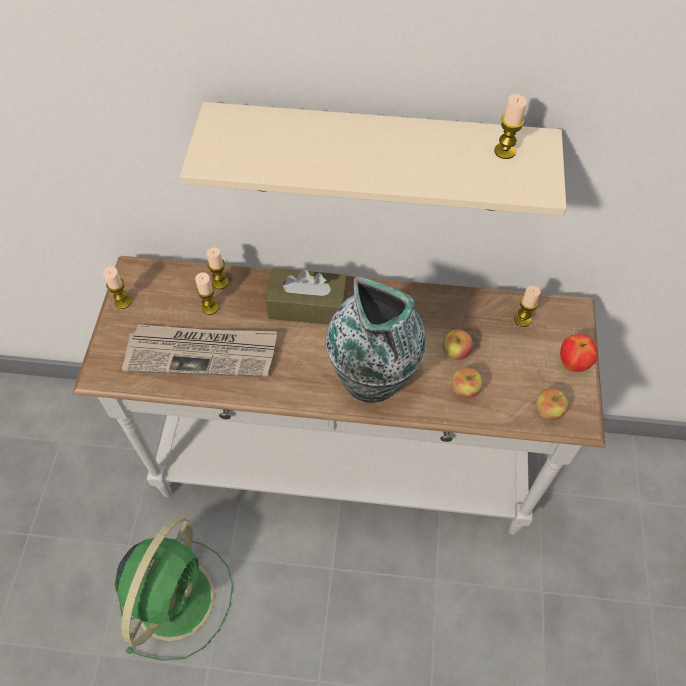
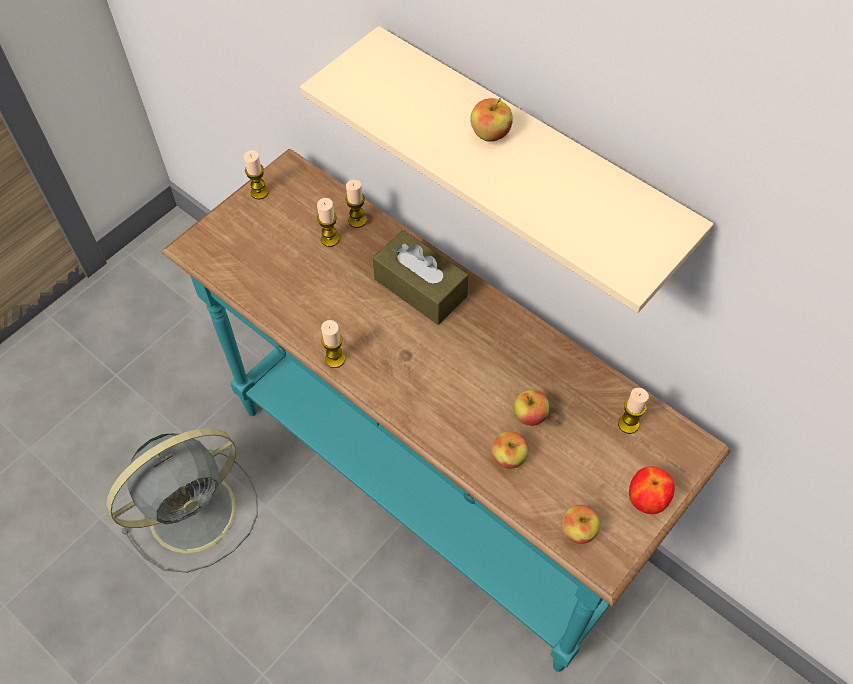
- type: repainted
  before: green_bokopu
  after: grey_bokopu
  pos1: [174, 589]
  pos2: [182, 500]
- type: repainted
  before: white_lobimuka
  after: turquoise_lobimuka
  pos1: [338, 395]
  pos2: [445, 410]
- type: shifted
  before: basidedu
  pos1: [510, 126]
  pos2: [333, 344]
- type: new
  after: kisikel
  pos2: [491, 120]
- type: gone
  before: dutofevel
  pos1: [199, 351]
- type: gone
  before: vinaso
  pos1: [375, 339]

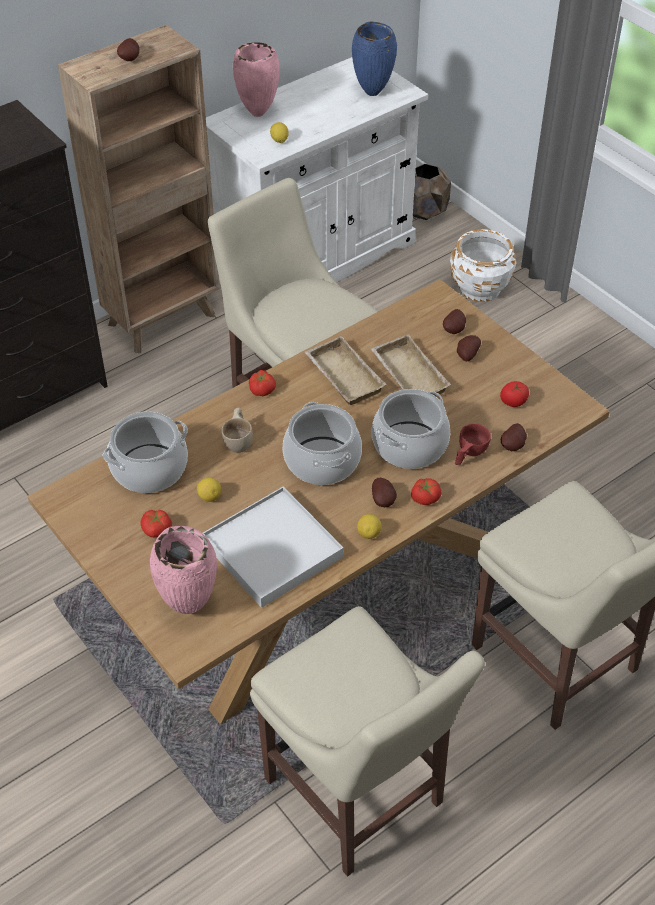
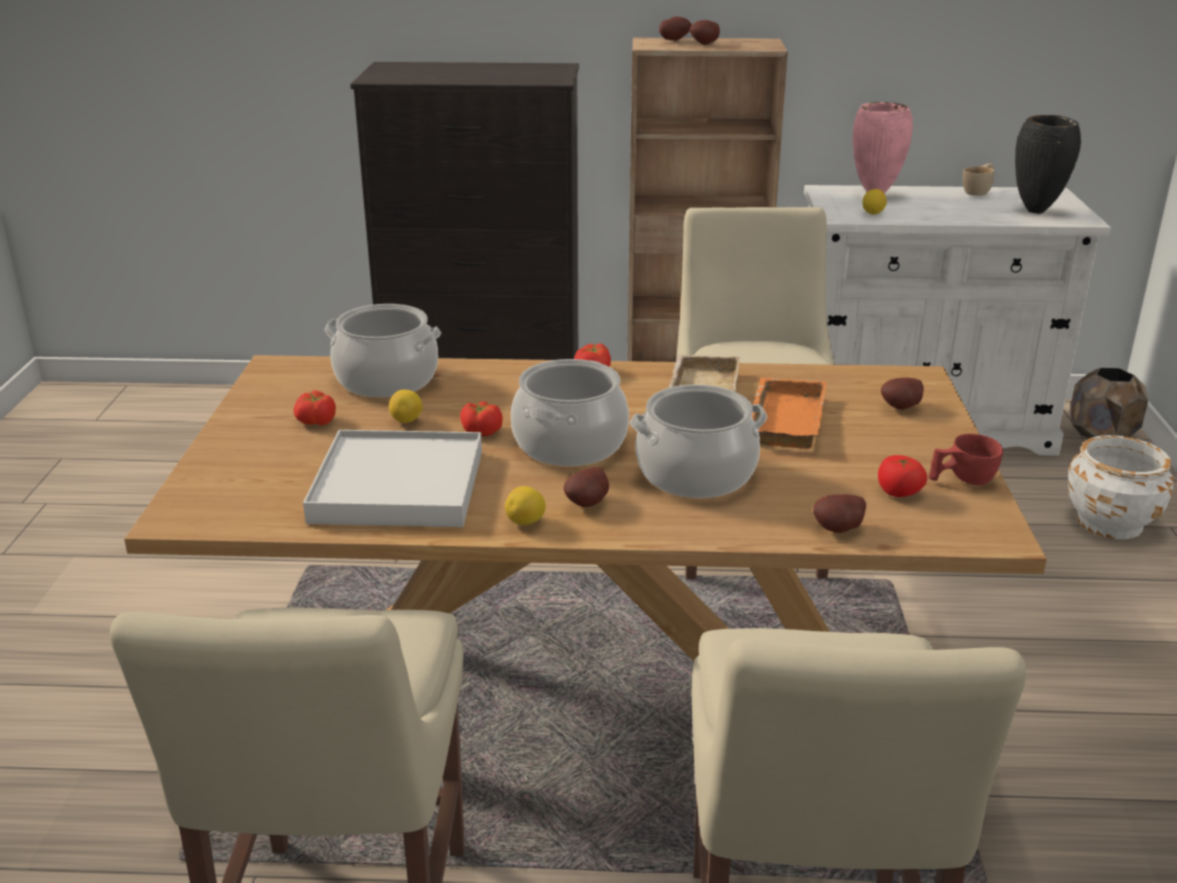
- type: shifted
  before: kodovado
  pos1: [426, 491]
  pos2: [481, 418]
- type: shifted
  before: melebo
  pos1: [469, 348]
  pos2: [675, 29]
- type: repainted
  before: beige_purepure
  after: orange_purepure
  pos1: [411, 365]
  pos2: [789, 413]
- type: shifted
  before: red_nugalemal
  pos1: [473, 444]
  pos2: [966, 459]
- type: shifted
  before: beige_nugalemal
  pos1: [237, 430]
  pos2: [978, 179]
- type: repainted
  before: blue_vinaso
  after: black_vinaso
  pos1: [374, 58]
  pos2: [1048, 164]
- type: gone
  before: pink_vinaso
  pos1: [183, 570]

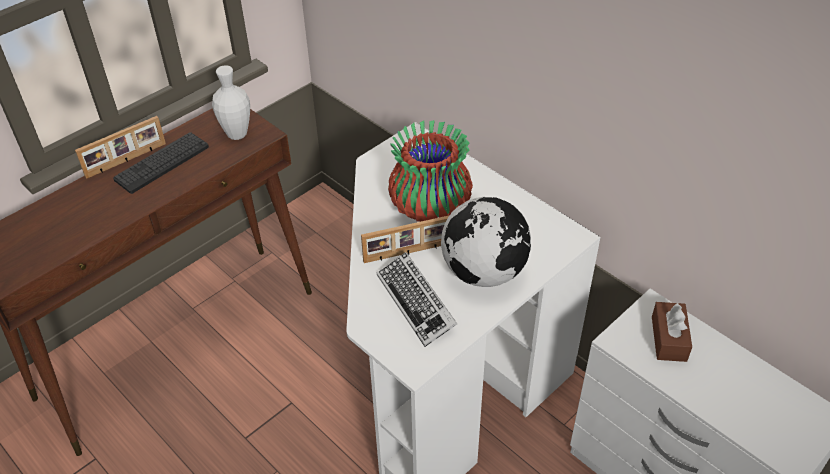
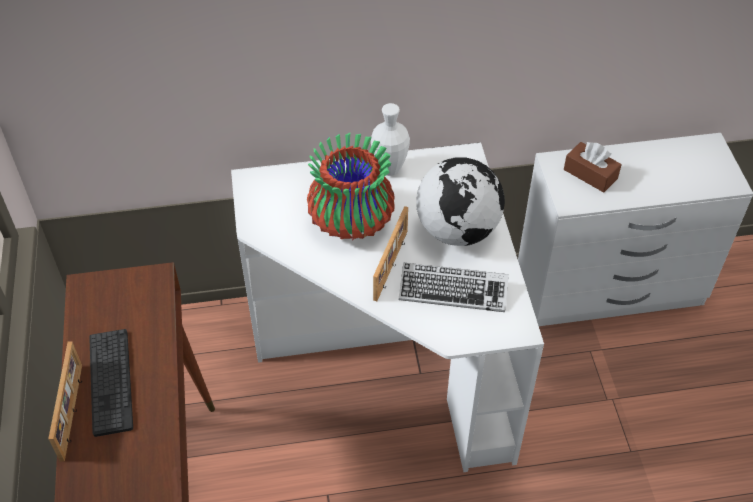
- type: shifted
  before: white_vinaso
  pos1: [231, 102]
  pos2: [390, 139]

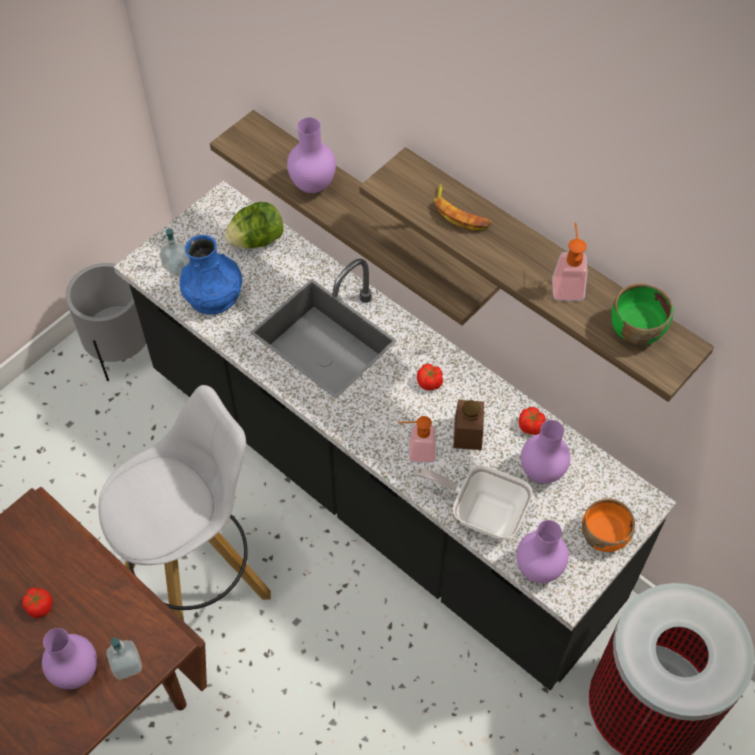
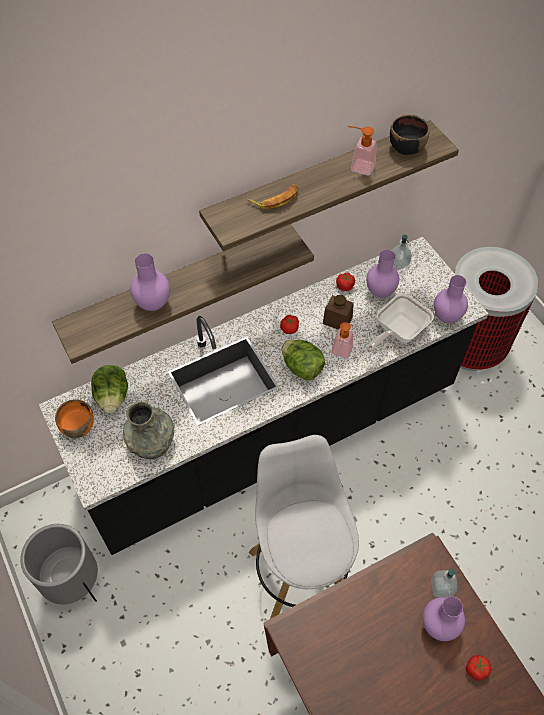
- type: shifted
  before: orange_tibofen
  pos1: [608, 525]
  pos2: [74, 419]
- type: repainted
  before: blue_vinaso
  after: grey_vinaso
  pos1: [211, 275]
  pos2: [148, 430]
- type: new
  after: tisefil
  pos2: [303, 360]
- type: repainted
  before: green_tibofen
  after: black_tibofen
  pos1: [642, 315]
  pos2: [410, 134]
- type: shifted
  before: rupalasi
  pos1: [175, 253]
  pos2: [401, 252]
- type: shifted
  before: kodovado
  pos1: [37, 602]
  pos2: [479, 668]

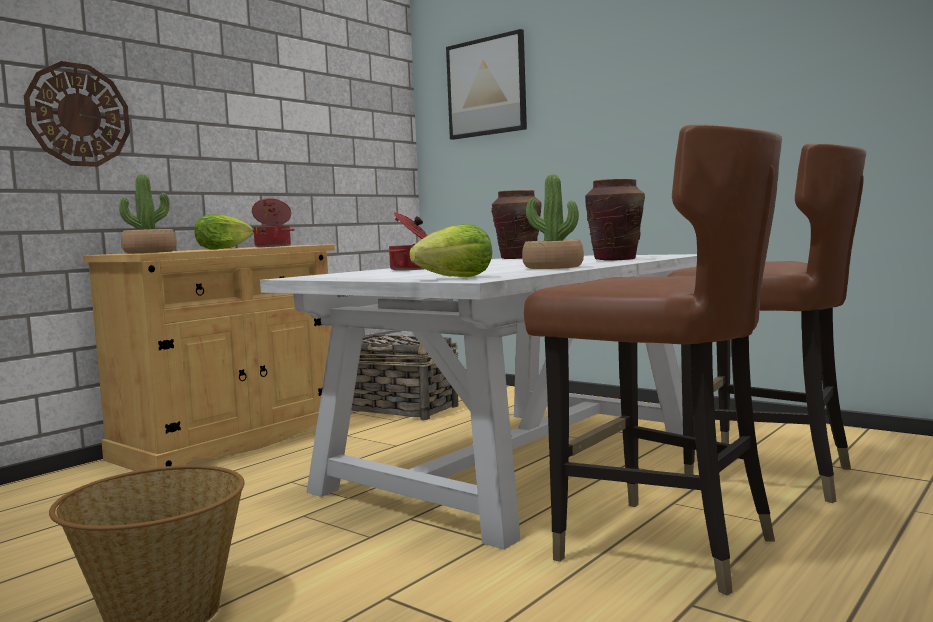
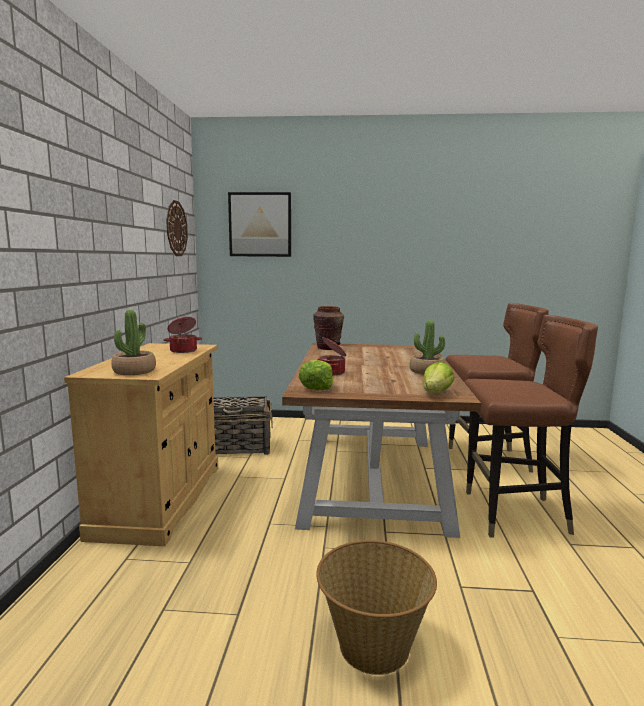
- type: shifted
  before: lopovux
  pos1: [77, 114]
  pos2: [177, 228]
- type: repainted
  before: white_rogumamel
  after: brown_rogumamel
  pos1: [478, 401]
  pos2: [381, 440]
- type: shifted
  before: tisefil
  pos1: [223, 231]
  pos2: [316, 375]
- type: gone
  before: brown_vinaso
  pos1: [615, 219]

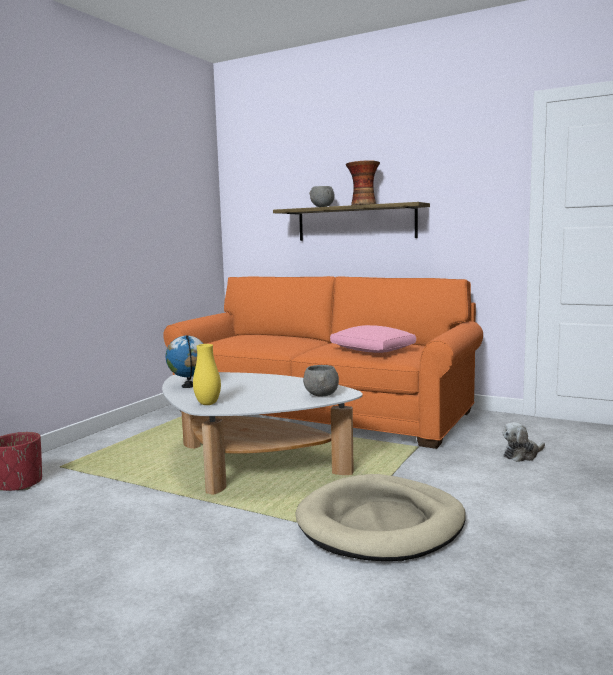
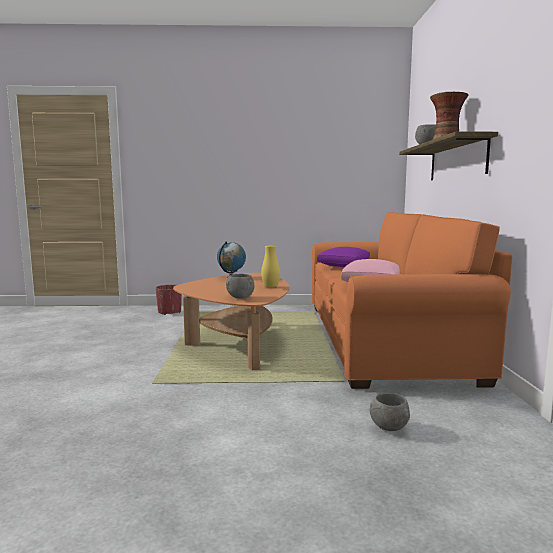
- type: repainted
  before: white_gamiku
  after: orange_gamiku
  pos1: [262, 433]
  pos2: [231, 321]
- type: shifted
  before: yellow_vinaso
  pos1: [207, 374]
  pos2: [270, 267]
- type: new
  after: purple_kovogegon
  pos2: [343, 257]
- type: swapped
  before: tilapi
  after: grey_tibofen
  pos1: [524, 442]
  pos2: [389, 412]
- type: gone
  before: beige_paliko
  pos1: [380, 517]

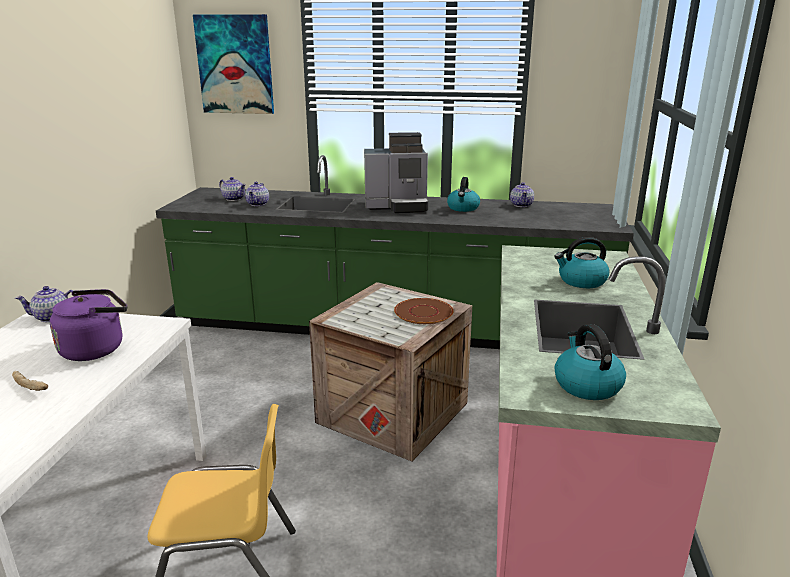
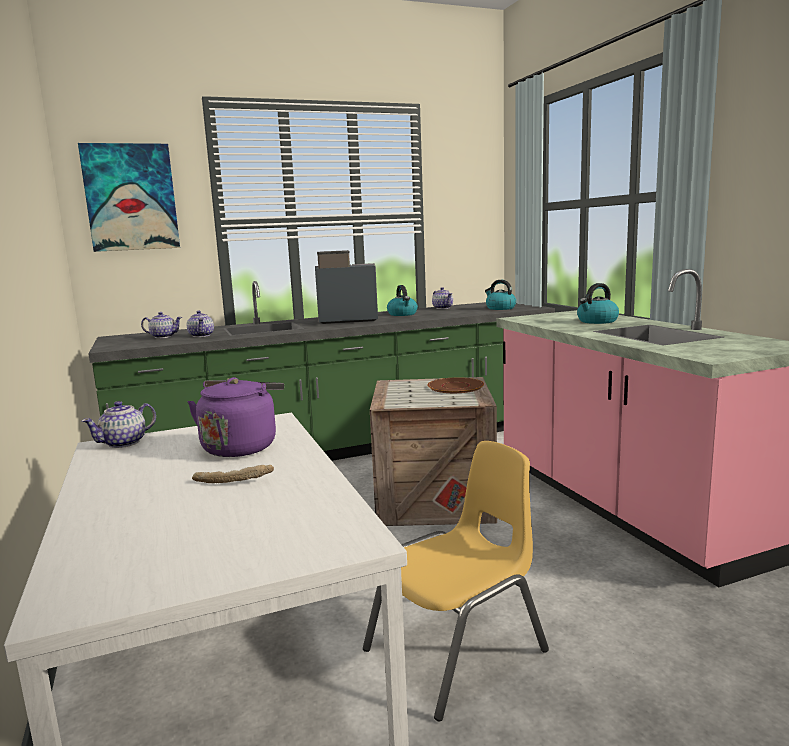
- type: rotated
  before: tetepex
  pos1: [396, 172]
  pos2: [346, 287]
  turn: -150
- type: shifted
  before: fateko
  pos1: [590, 362]
  pos2: [500, 295]

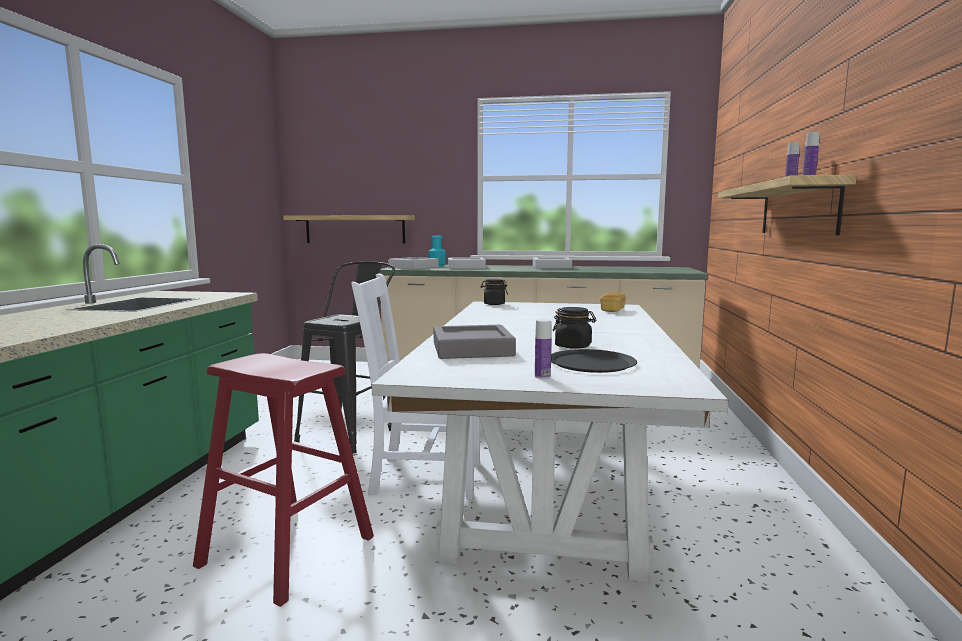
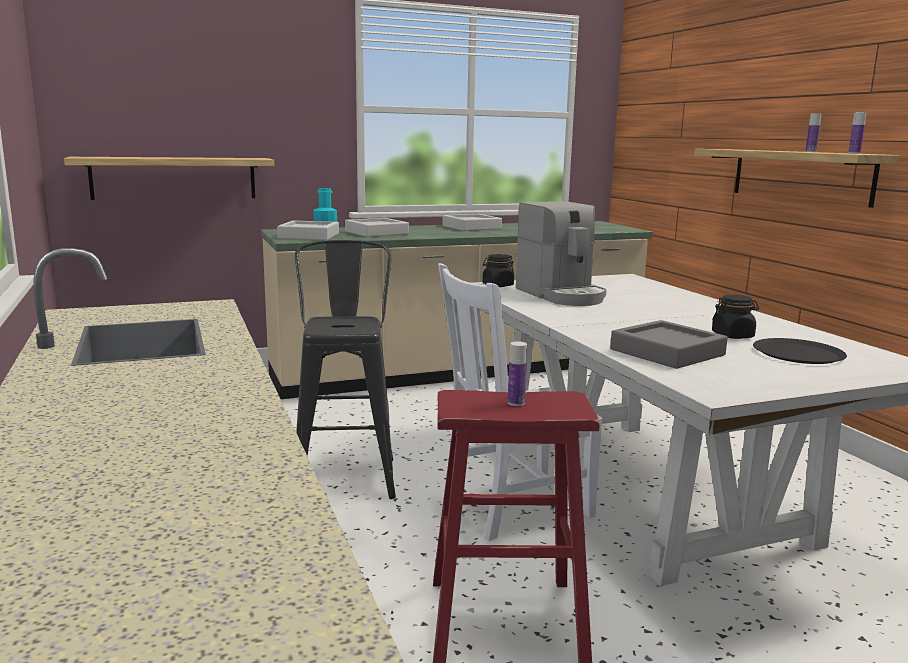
- type: shifted
  before: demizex
  pos1: [543, 349]
  pos2: [517, 373]
- type: new
  after: tetepex
  pos2: [561, 253]
- type: gone
  before: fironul
  pos1: [613, 302]

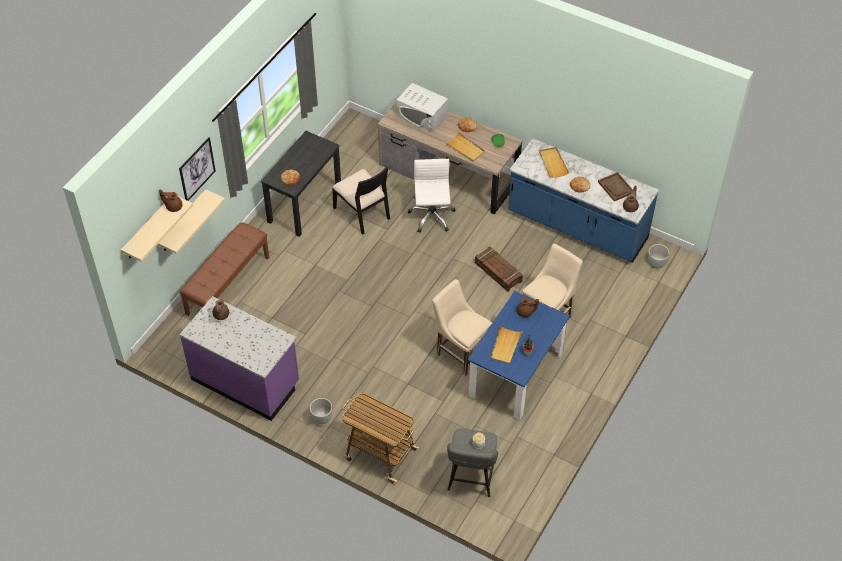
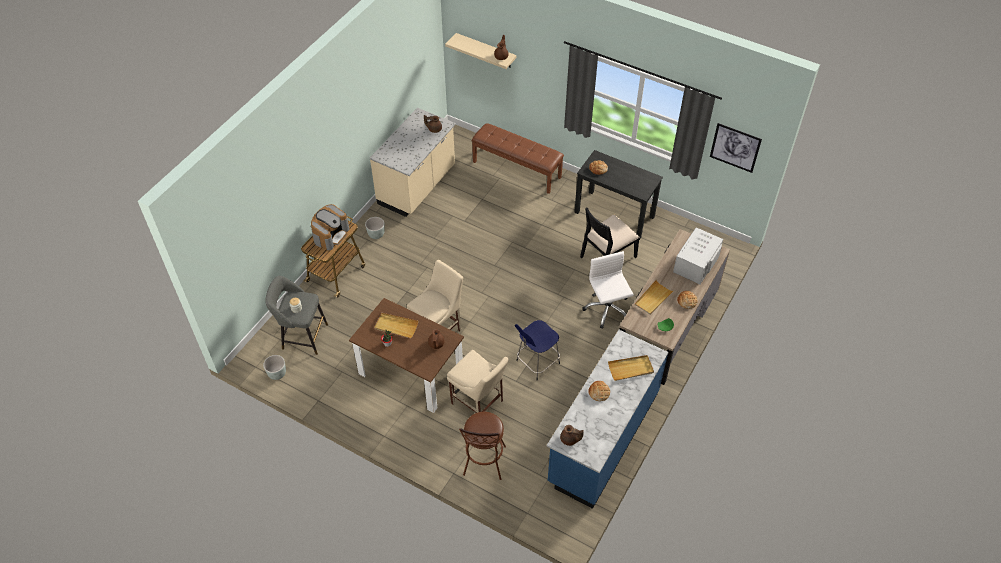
- type: shifted
  before: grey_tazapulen
  pos1: [658, 256]
  pos2: [274, 367]
- type: new
  after: tetepex
  pos2: [330, 227]
- type: repainted
  before: blue_rogumamel
  after: brown_rogumamel
  pos1: [519, 355]
  pos2: [406, 355]
- type: repainted
  before: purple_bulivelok
  after: beige_bulivelok
  pos1: [239, 358]
  pos2: [413, 162]
- type: new
  after: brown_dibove
  pos2: [482, 446]
- type: swapped
  before: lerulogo
  after: blue_dibove
  pos1: [499, 269]
  pos2: [537, 350]
- type: rotated
  before: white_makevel
  pos1: [432, 196]
  pos2: [608, 290]
  turn: -105
- type: shifted
  before: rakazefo
  pos1: [197, 169]
  pos2: [736, 148]
- type: gone
  before: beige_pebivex
  pos1: [191, 221]
- type: gone
  before: brown_purepure
  pos1: [615, 186]

